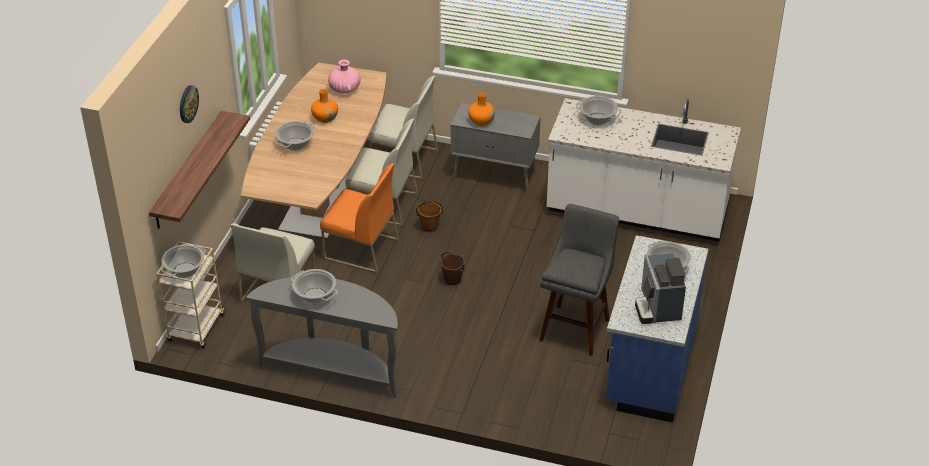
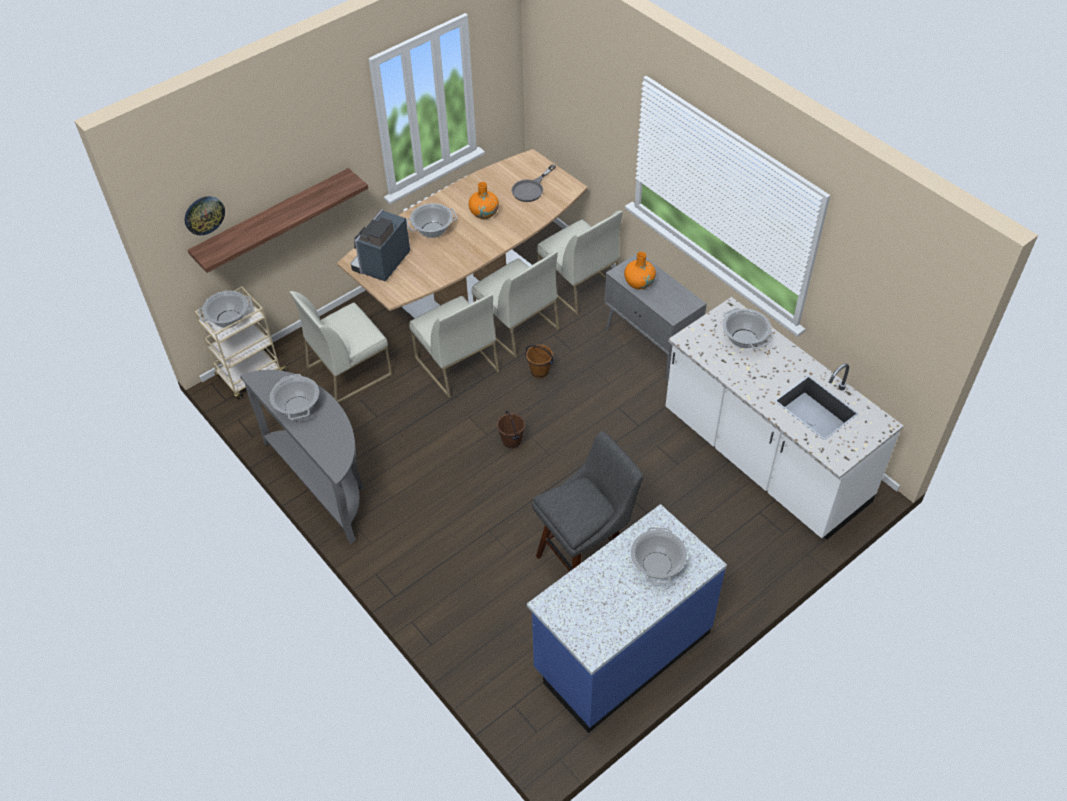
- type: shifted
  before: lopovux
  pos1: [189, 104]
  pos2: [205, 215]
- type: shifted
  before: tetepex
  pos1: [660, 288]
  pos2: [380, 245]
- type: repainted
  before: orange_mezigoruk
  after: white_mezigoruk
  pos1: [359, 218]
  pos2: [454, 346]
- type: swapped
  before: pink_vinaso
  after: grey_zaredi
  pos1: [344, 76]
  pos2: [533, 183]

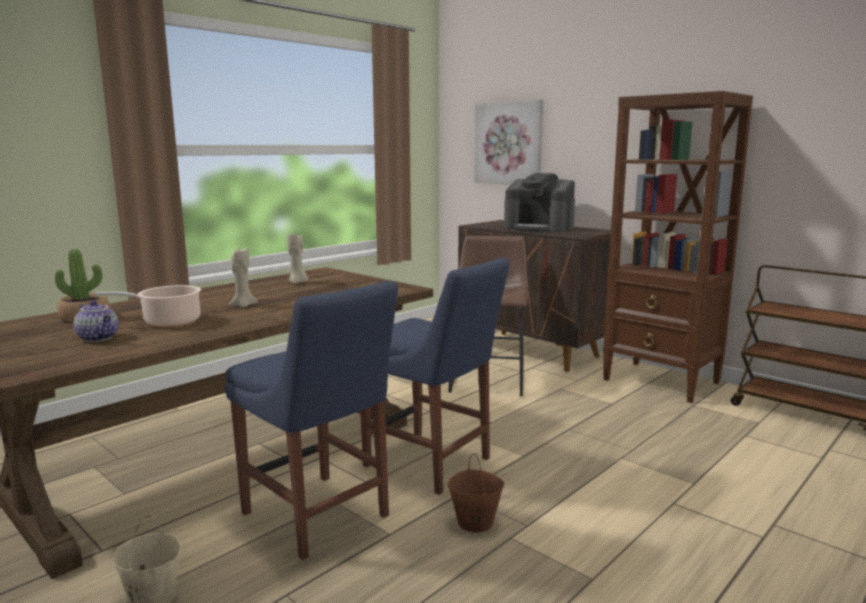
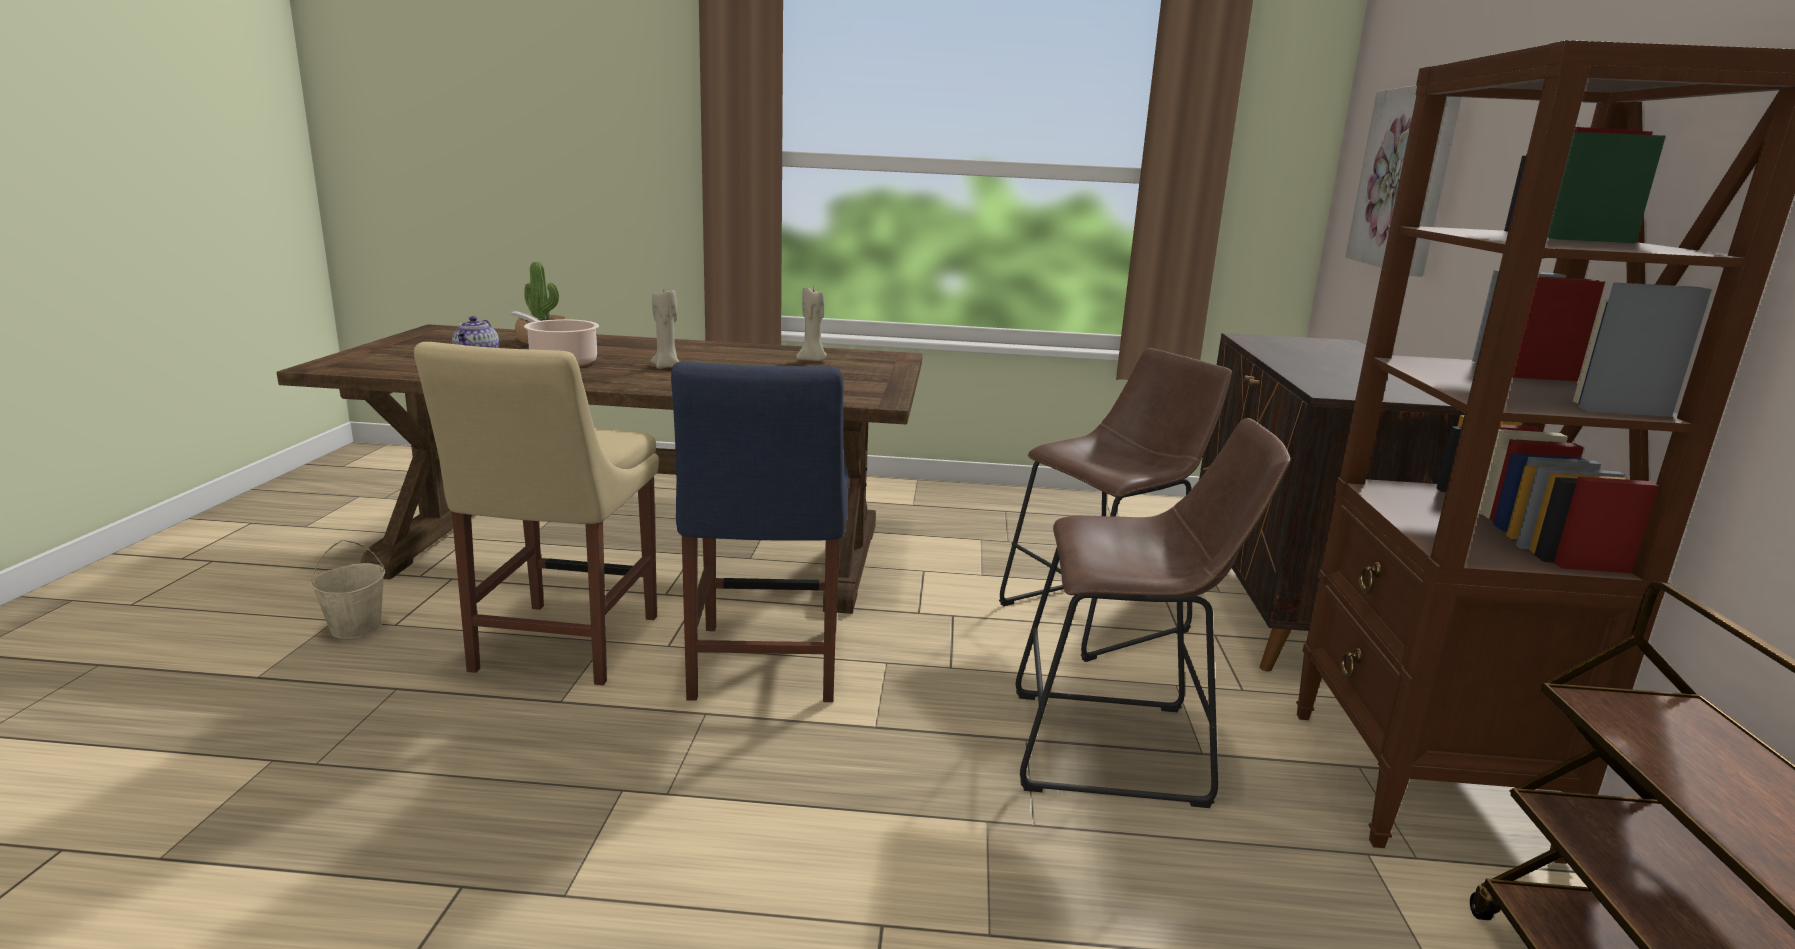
- type: repainted
  before: blue_mezigoruk
  after: beige_mezigoruk
  pos1: [311, 420]
  pos2: [536, 513]
- type: new
  after: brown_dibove
  pos2: [1153, 613]
- type: gone
  before: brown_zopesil
  pos1: [475, 493]
- type: gone
  before: tetepex
  pos1: [539, 202]

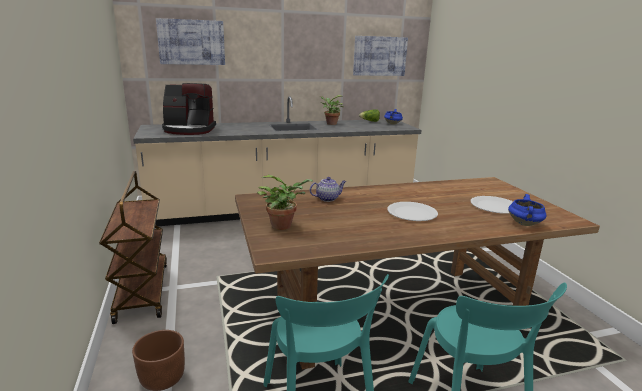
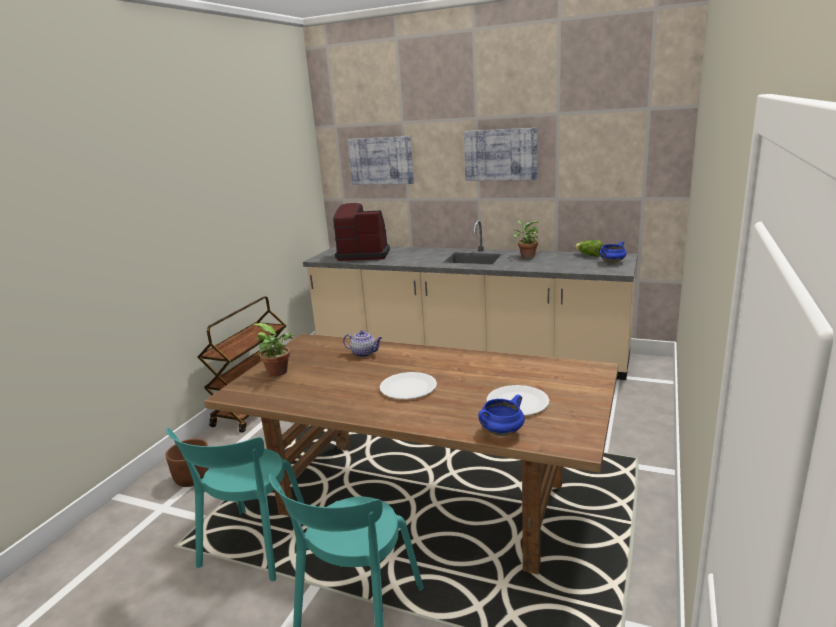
- type: rotated
  before: tetepex
  pos1: [189, 109]
  pos2: [361, 232]
  turn: 150
- type: shifted
  before: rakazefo
  pos1: [380, 56]
  pos2: [500, 154]

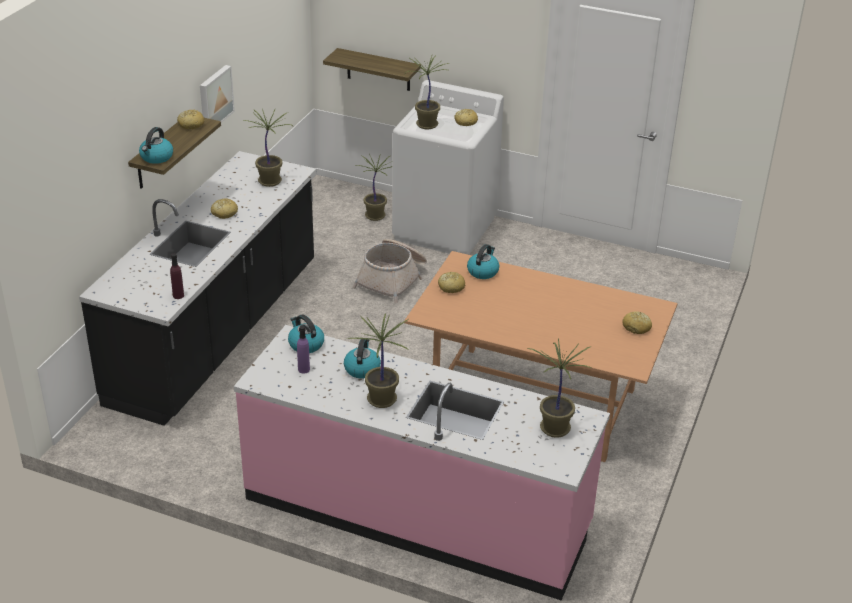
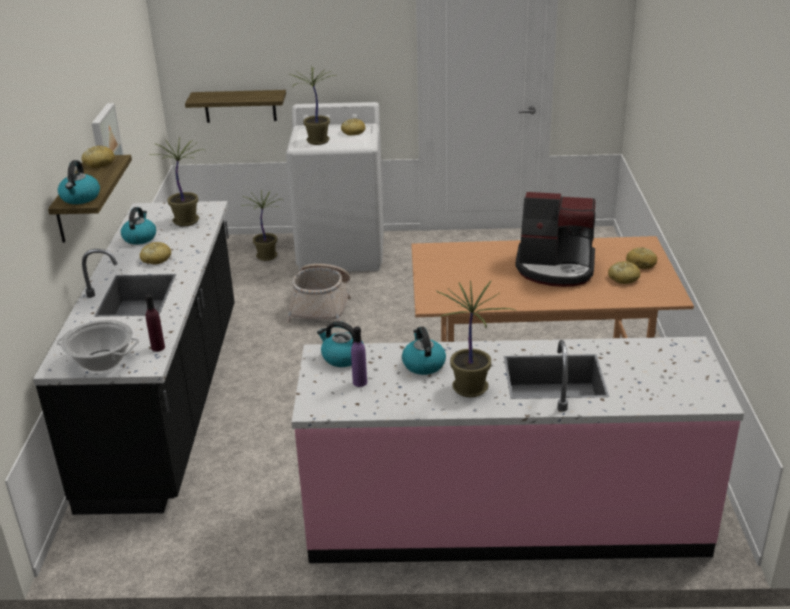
- type: new
  after: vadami
  pos2: [98, 345]
- type: shifted
  before: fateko
  pos1: [483, 261]
  pos2: [138, 226]
- type: new
  after: tetepex
  pos2: [556, 239]
- type: shifted
  before: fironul
  pos1: [451, 282]
  pos2: [624, 272]
- type: gone
  before: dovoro
  pos1: [559, 387]

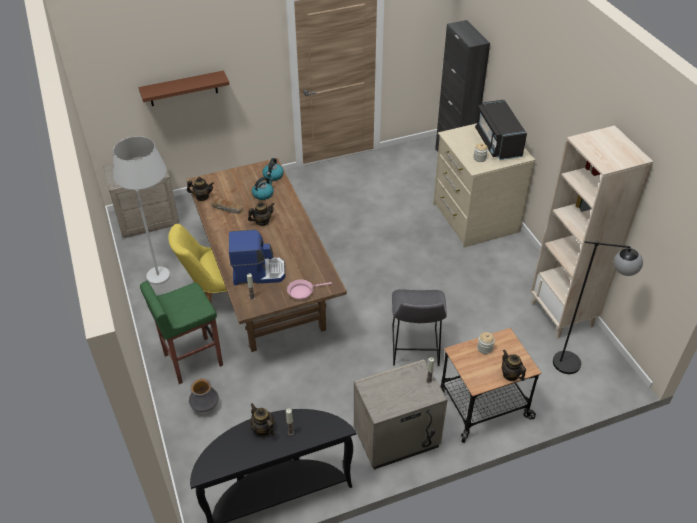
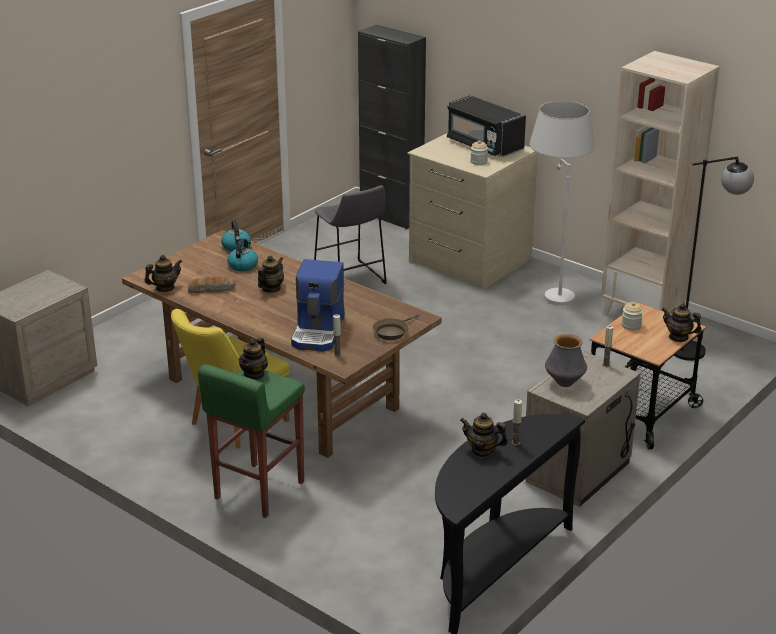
- type: new
  after: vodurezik
  pos2: [253, 358]
- type: rotated
  before: tetepex
  pos1: [257, 257]
  pos2: [318, 305]
  turn: 135
- type: shifted
  before: grey_dibove
  pos1: [419, 327]
  pos2: [350, 234]
- type: repainted
  before: pink_zaredi
  after: brown_zaredi
  pos1: [309, 289]
  pos2: [396, 327]
- type: shifted
  before: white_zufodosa
  pos1: [141, 210]
  pos2: [562, 203]
- type: shifted
  before: vinaso
  pos1: [204, 395]
  pos2: [566, 360]
- type: gone
  before: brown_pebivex
  pos1: [184, 88]

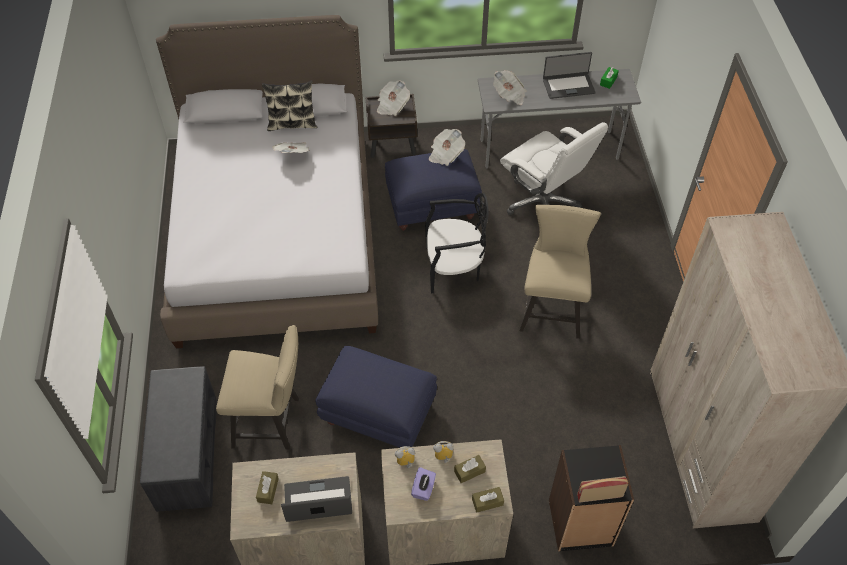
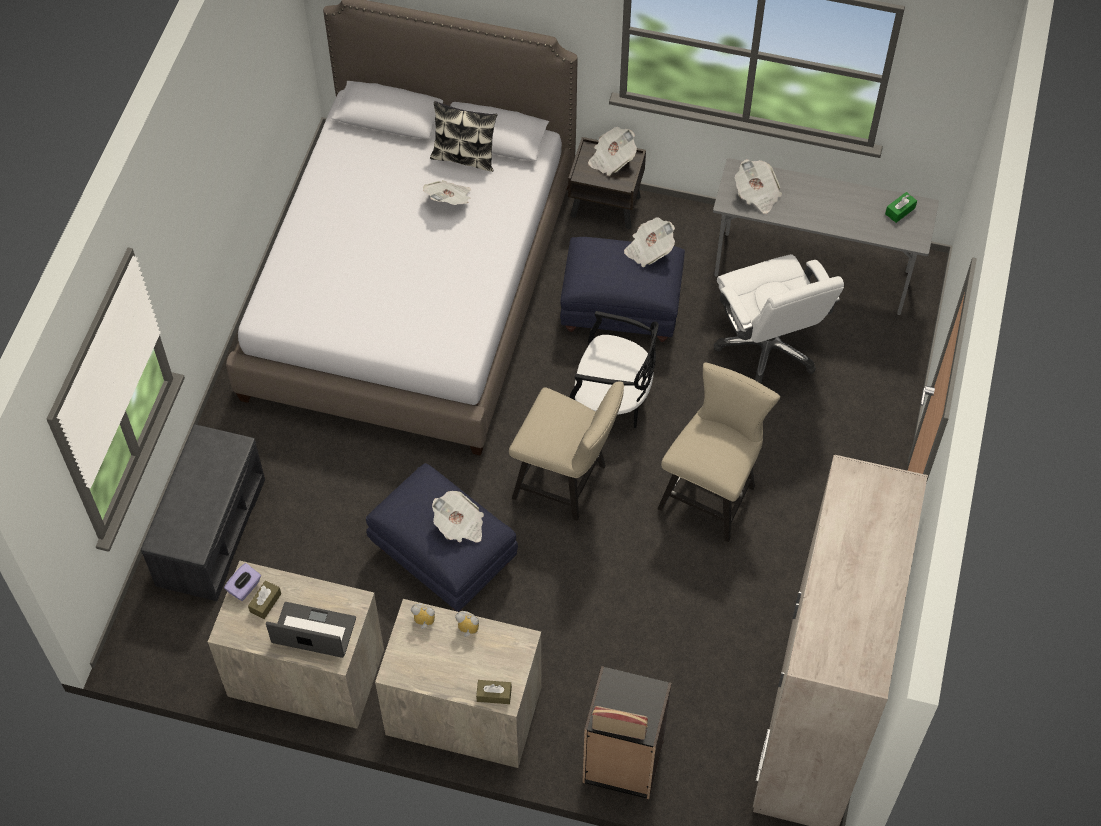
- type: shifted
  before: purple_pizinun
  pos1: [423, 484]
  pos2: [242, 582]
- type: new
  after: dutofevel
  pos2: [458, 517]
- type: shifted
  before: beige_mezigoruk
  pos1: [257, 387]
  pos2: [566, 451]
- type: gone
  before: brown_pizinun
  pos1: [470, 469]
- type: gone
  before: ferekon
  pos1: [569, 75]

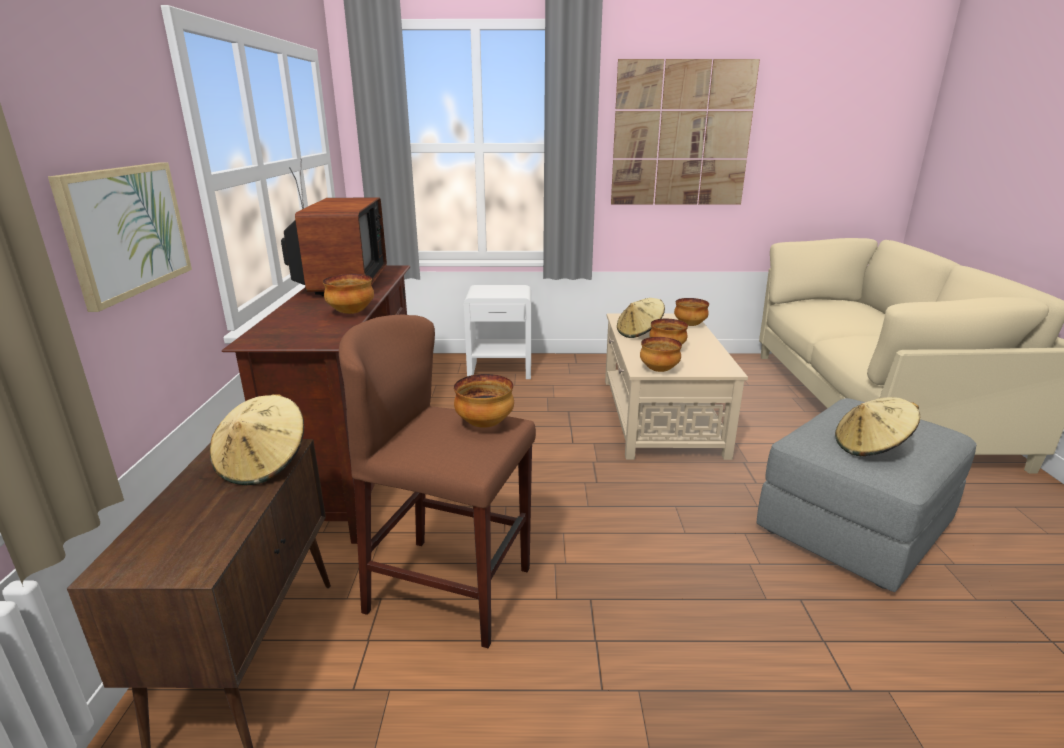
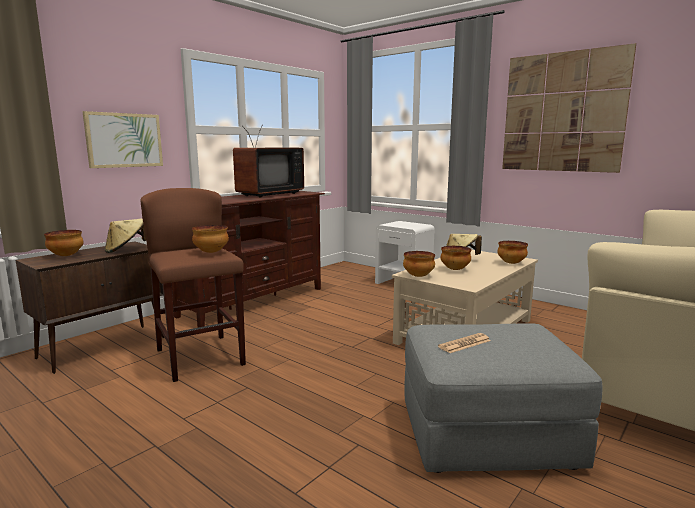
- type: shifted
  before: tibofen
  pos1: [348, 294]
  pos2: [64, 243]
- type: swapped
  before: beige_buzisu
  after: dutofevel
  pos1: [877, 426]
  pos2: [464, 343]

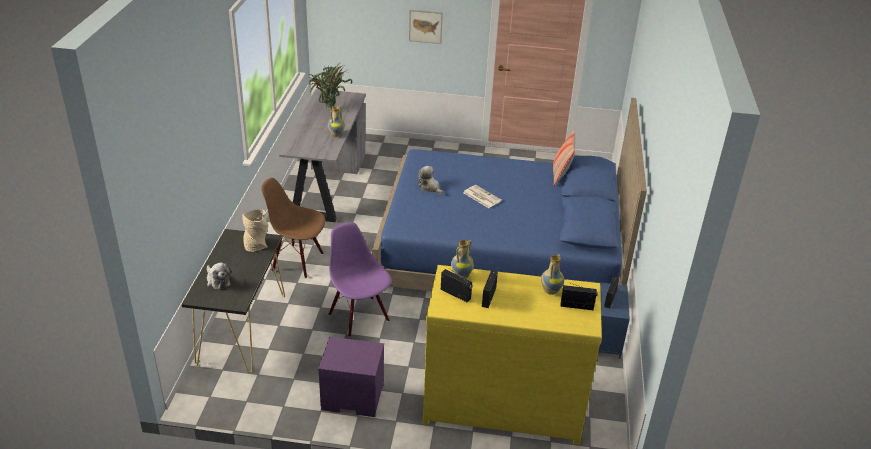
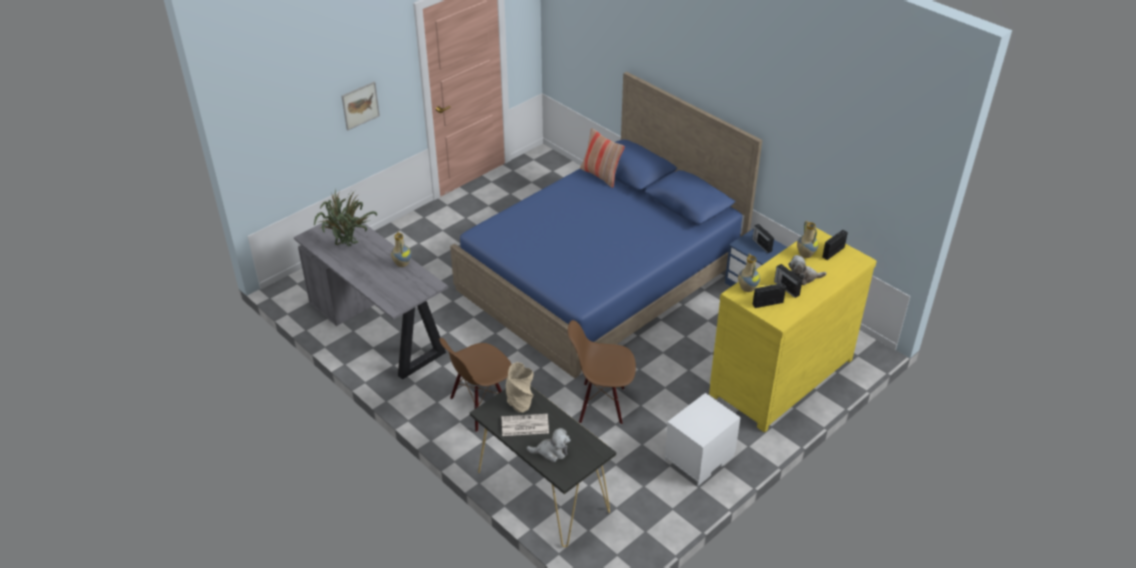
- type: shifted
  before: dutofevel
  pos1: [482, 196]
  pos2: [525, 425]
- type: repainted
  before: purple_mezigoruk
  after: brown_mezigoruk
  pos1: [360, 279]
  pos2: [602, 372]
- type: repainted
  before: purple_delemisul
  after: white_delemisul
  pos1: [351, 377]
  pos2: [703, 439]
- type: shifted
  before: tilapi
  pos1: [430, 180]
  pos2: [807, 270]

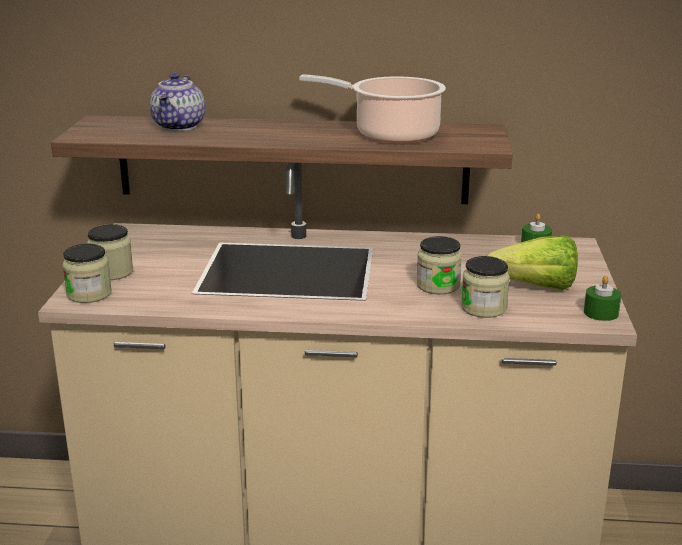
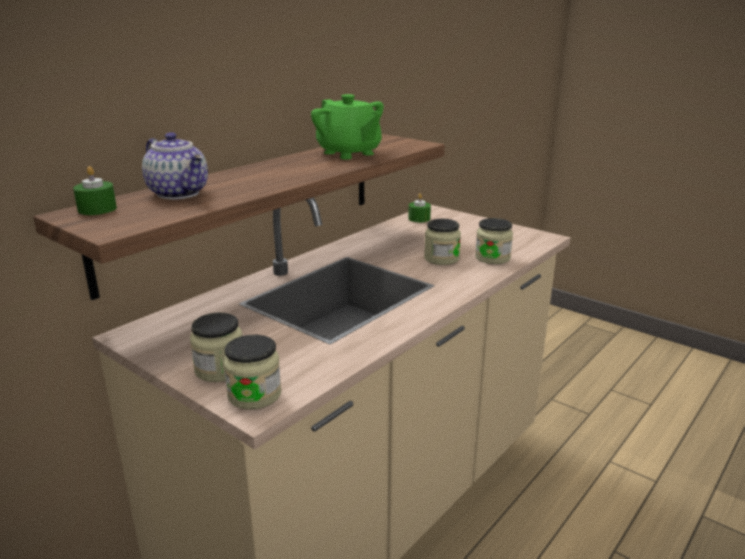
- type: shifted
  before: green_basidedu
  pos1: [602, 298]
  pos2: [95, 190]
- type: swapped
  before: vadami
  after: green_vodurezik
  pos1: [372, 108]
  pos2: [347, 127]
- type: gone
  before: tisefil
  pos1: [532, 263]

